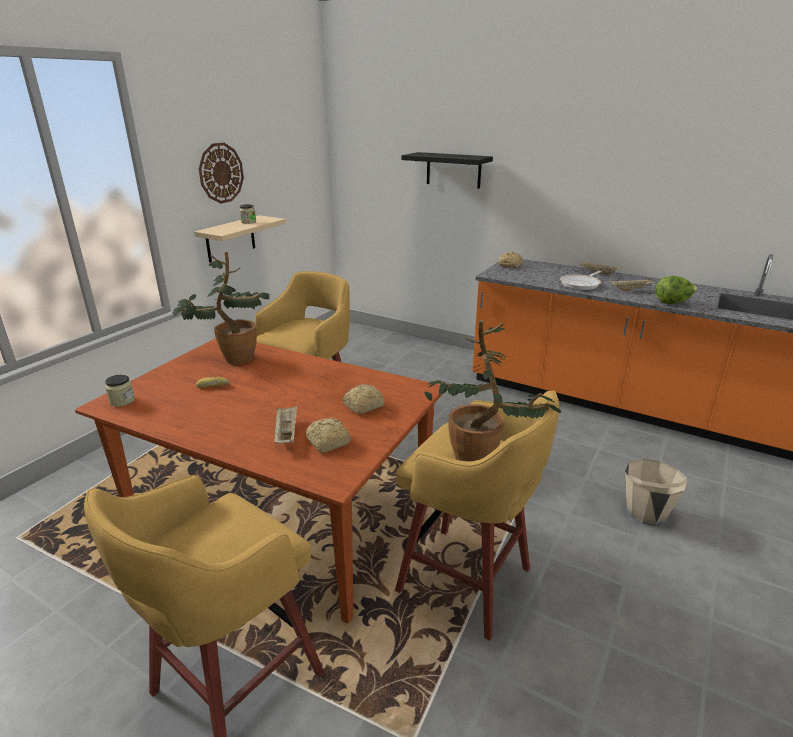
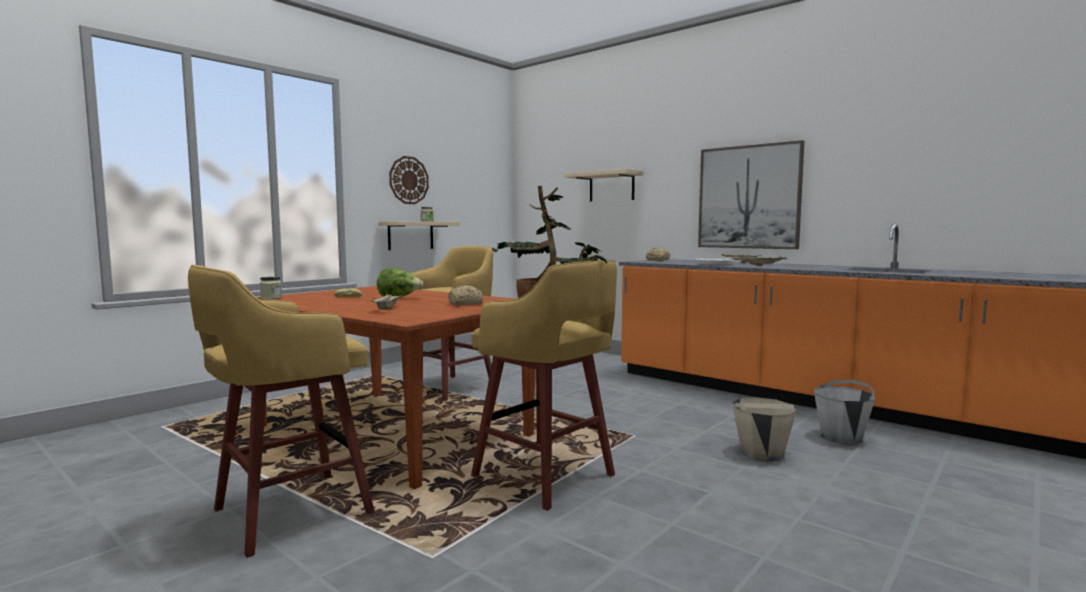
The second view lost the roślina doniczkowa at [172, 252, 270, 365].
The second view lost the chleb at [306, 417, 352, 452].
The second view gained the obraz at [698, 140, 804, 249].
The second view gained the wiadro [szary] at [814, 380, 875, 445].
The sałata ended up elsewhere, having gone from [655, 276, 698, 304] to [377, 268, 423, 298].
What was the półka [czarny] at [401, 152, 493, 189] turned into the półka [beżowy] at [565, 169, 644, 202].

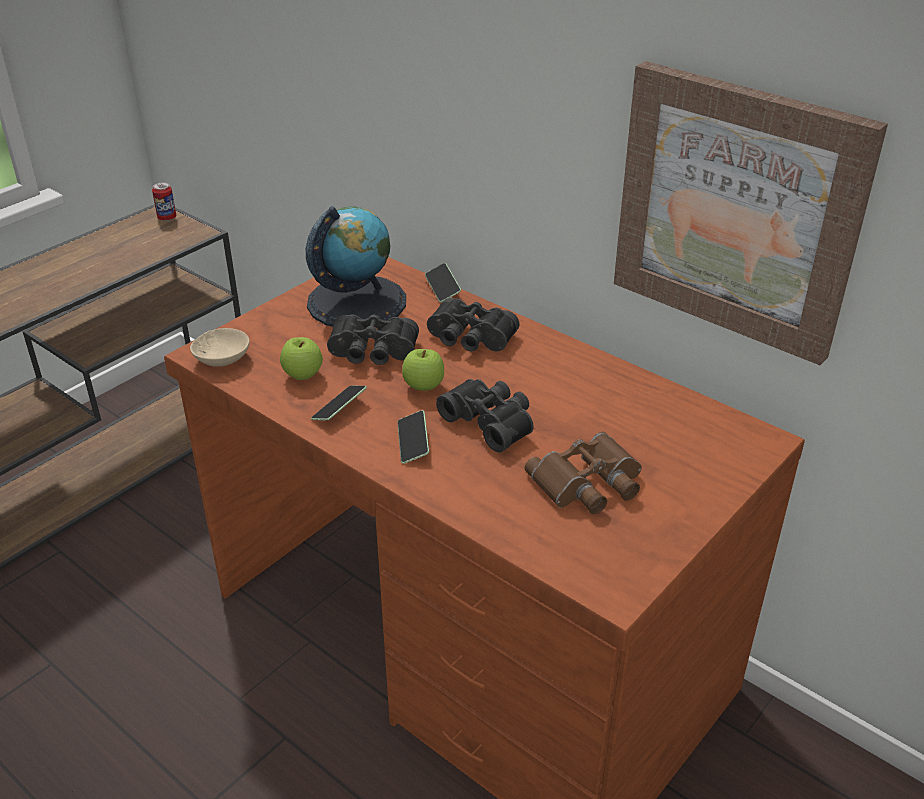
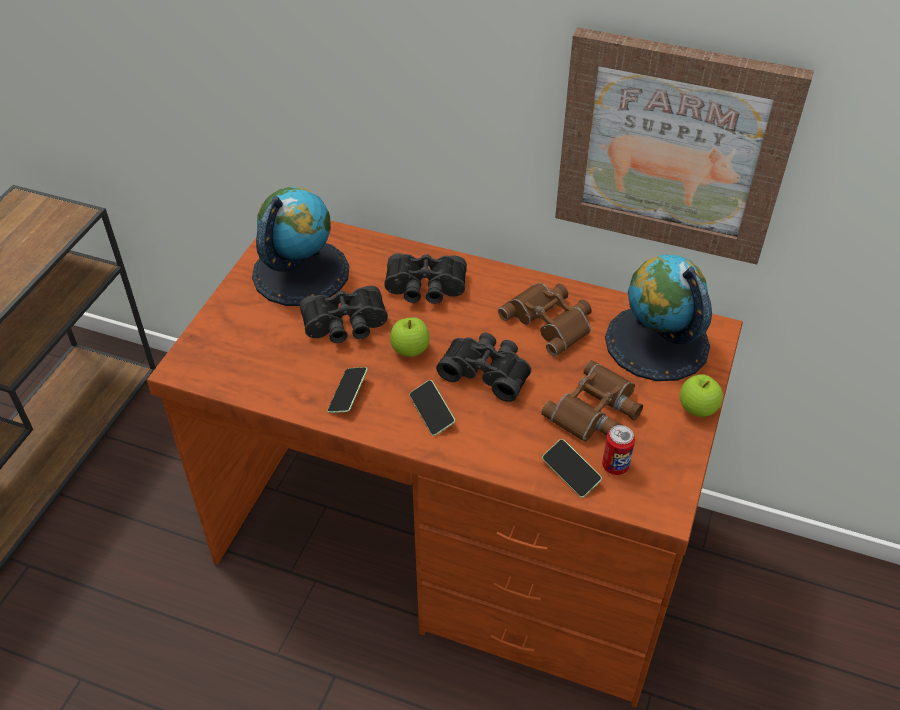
The second view lost the miska [beżowy] at [190, 328, 250, 367].
The second view gained the lornetka [brązowy] at [498, 283, 592, 357].
The second view gained the globus at [605, 255, 712, 381].
The puszka ended up elsewhere, having gone from [152, 182, 176, 221] to [602, 425, 635, 475].
The jabłko ended up elsewhere, having gone from [280, 337, 323, 380] to [680, 374, 723, 417].
The telefon ended up elsewhere, having gone from [425, 263, 461, 303] to [542, 439, 602, 498].

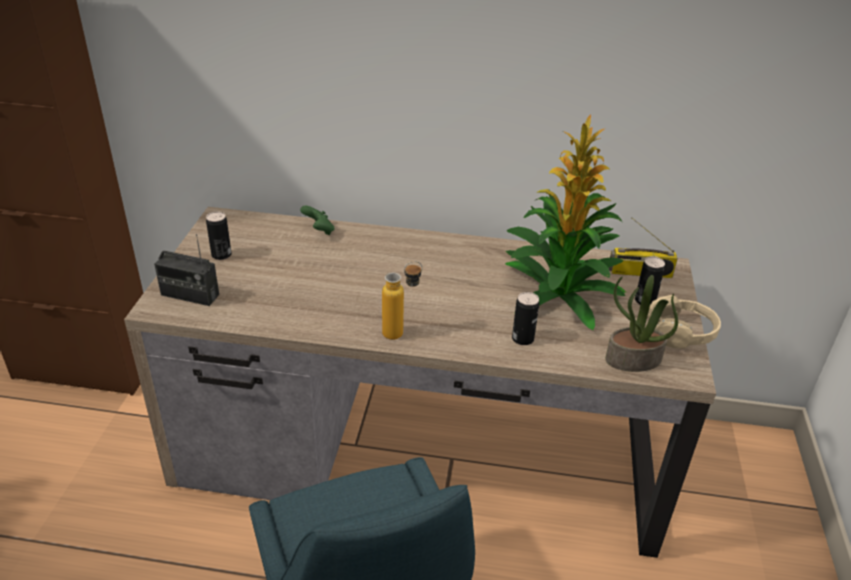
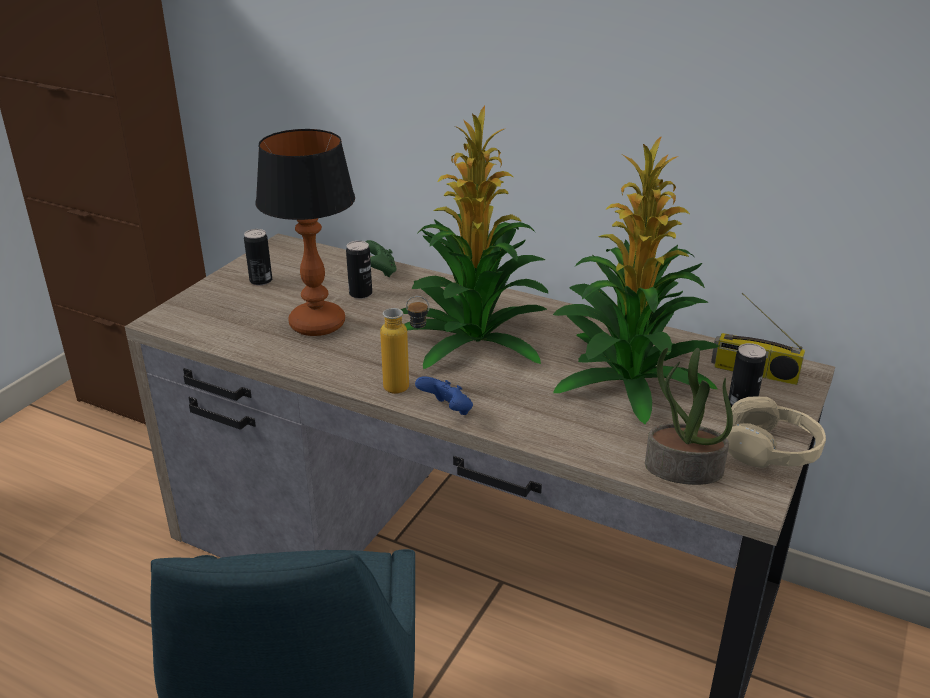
The second view lost the radio at [154, 234, 219, 306].
The second view gained the lampa stołowa at [256, 129, 355, 336].
The second view gained the roślina doniczkowa at [401, 106, 549, 369].
The second view gained the pad do gier [niebieski] at [415, 376, 473, 415].
The puszka ended up elsewhere, having gone from [512, 292, 539, 345] to [346, 241, 372, 299].

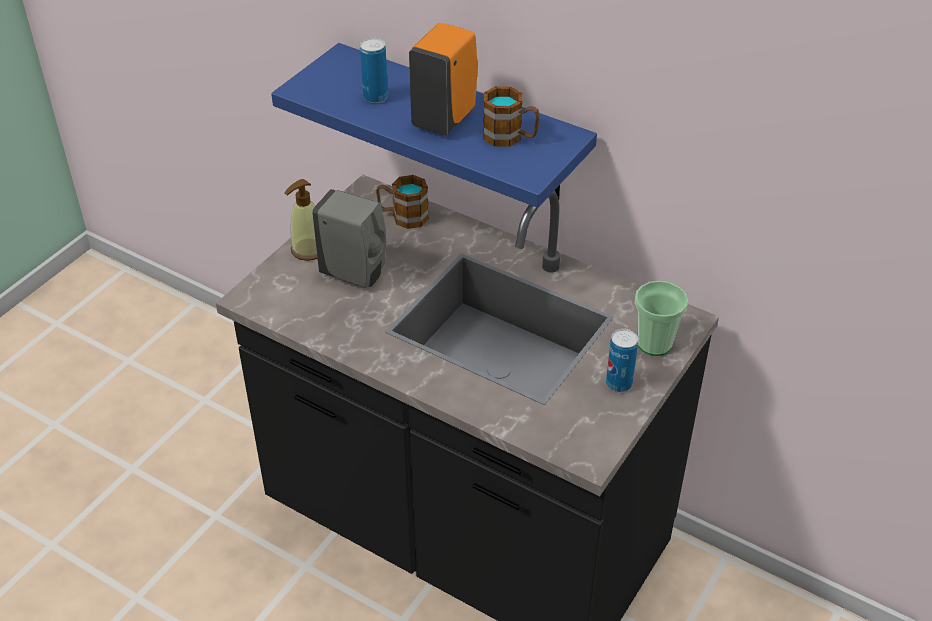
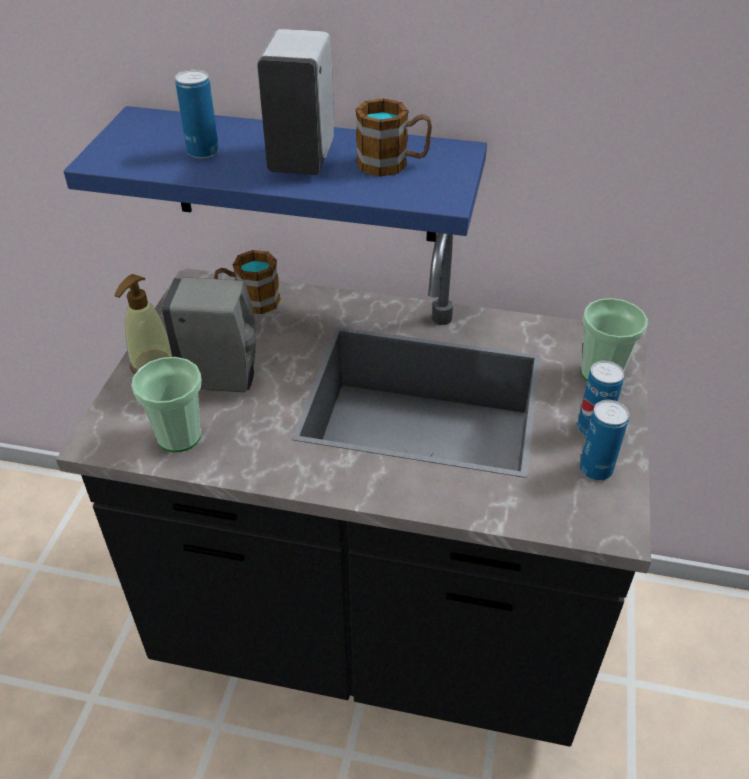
The second view gained the filiżanka at [132, 357, 201, 452].
The second view gained the puszka at [579, 400, 629, 481].
What was the dozownik mydła [pomarańczowy] at [409, 23, 477, 136] turned into the dozownik mydła [biały] at [257, 29, 334, 175].

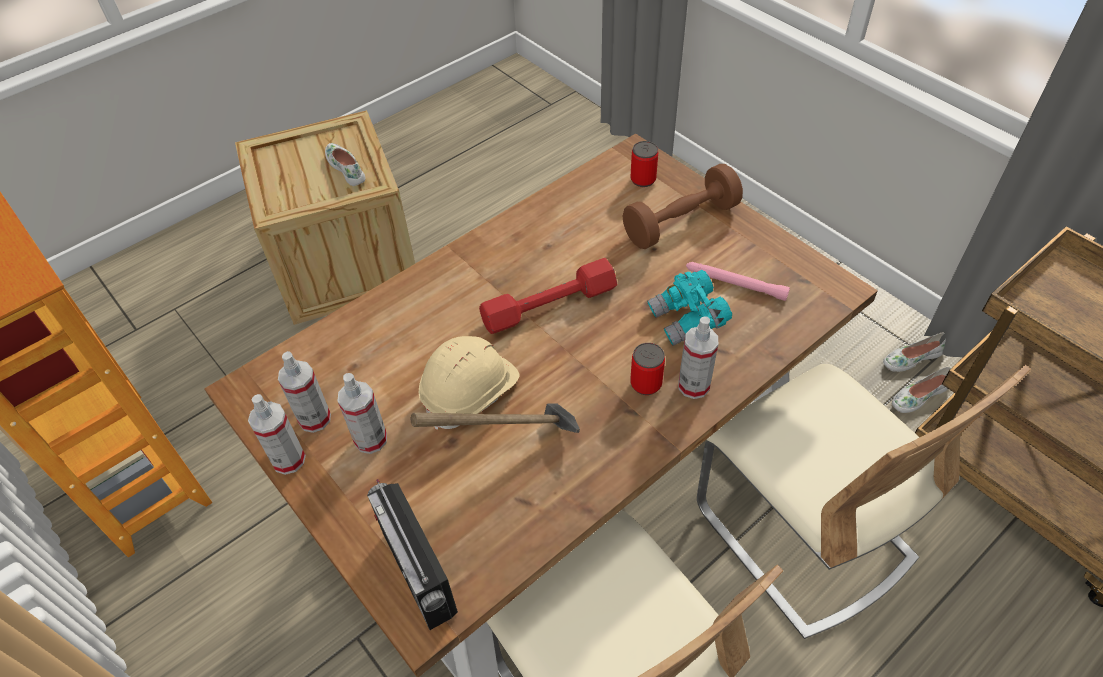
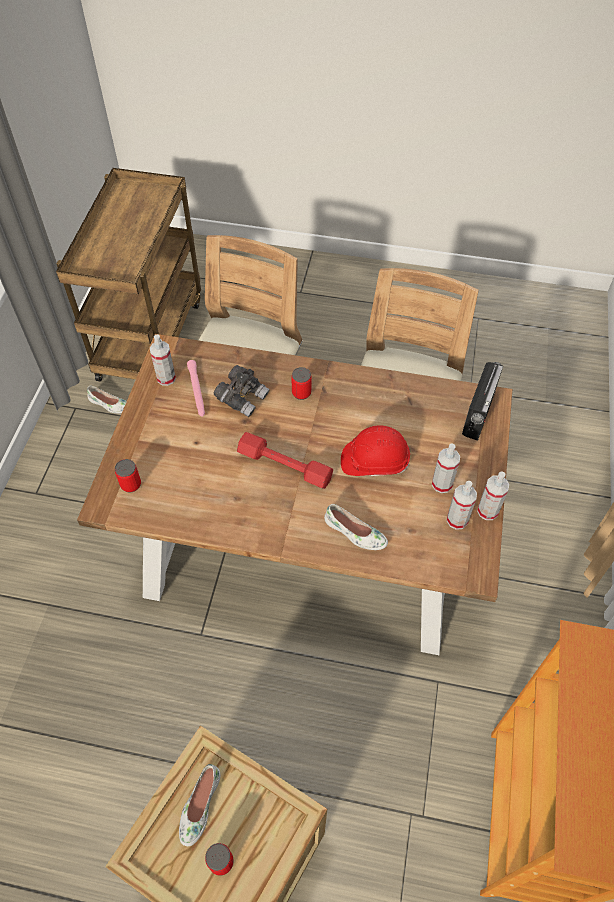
The second view lost the młotek at [411, 404, 580, 433].
The second view lost the hantel [brązowy] at [623, 164, 743, 249].
The second view gained the puszka at [205, 843, 233, 876].
The spryskiwacz ended up elsewhere, having gone from [679, 316, 718, 399] to [150, 335, 176, 386].
The but [biały] ended up elsewhere, having gone from [883, 333, 946, 372] to [324, 504, 388, 550].
What was the kask [beżowy] at [418, 336, 519, 430] turned into the kask [czerwony] at [341, 425, 410, 476].
What was the lornetka [turkusowy] at [647, 270, 732, 346] turned into the lornetka [szary] at [214, 365, 270, 417].

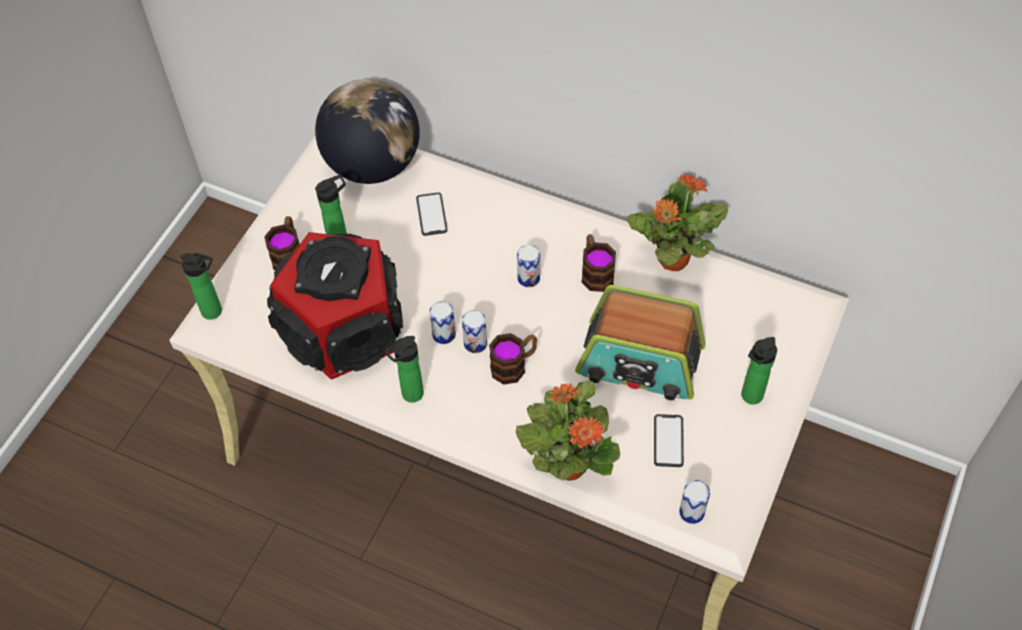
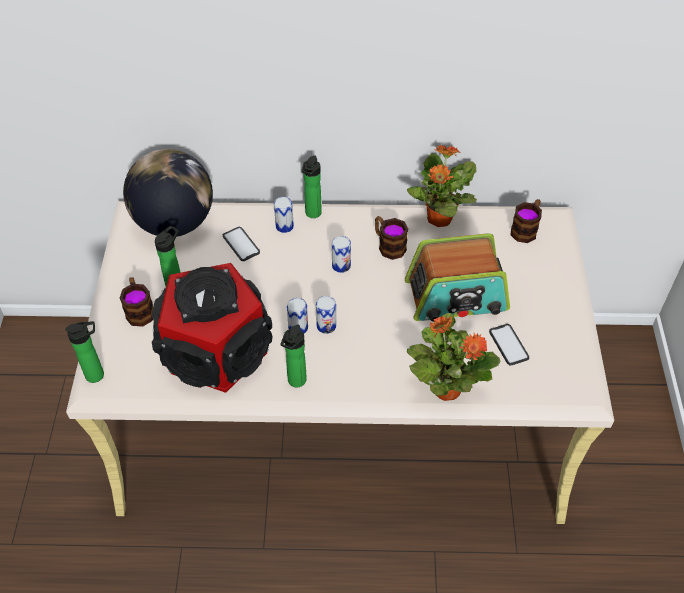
The kubek ended up elsewhere, having gone from [489, 333, 537, 385] to [510, 199, 542, 243].
The puszka ended up elsewhere, having gone from [679, 480, 710, 524] to [274, 197, 294, 233].
The butelka ended up elsewhere, having gone from [741, 337, 777, 404] to [301, 155, 322, 218].

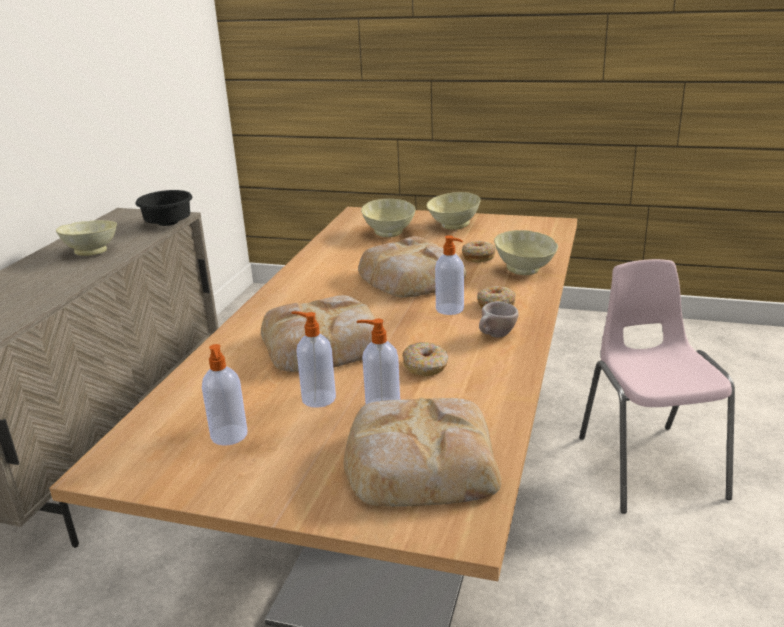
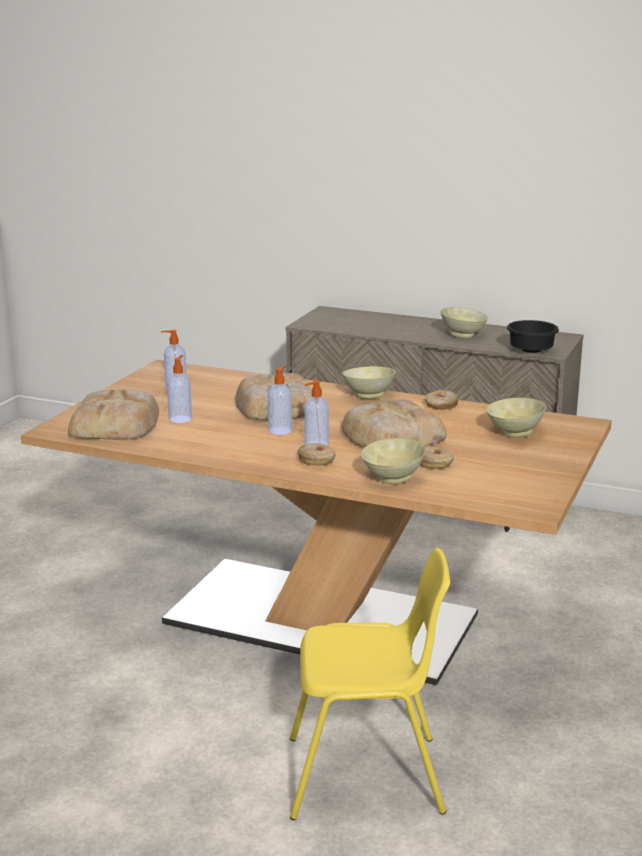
The second view lost the filiżanka [beżowy] at [479, 301, 519, 337].
The dozownik mydła ended up elsewhere, having gone from [291, 311, 336, 408] to [268, 366, 292, 435].
The donut ended up elsewhere, having gone from [402, 342, 448, 376] to [425, 390, 459, 409].
The miska [beżowy] ended up elsewhere, having gone from [426, 192, 481, 230] to [342, 366, 396, 399].
What was the krzesło [różowy] at [579, 259, 735, 514] turned into the krzesło [żółty] at [290, 548, 450, 820].

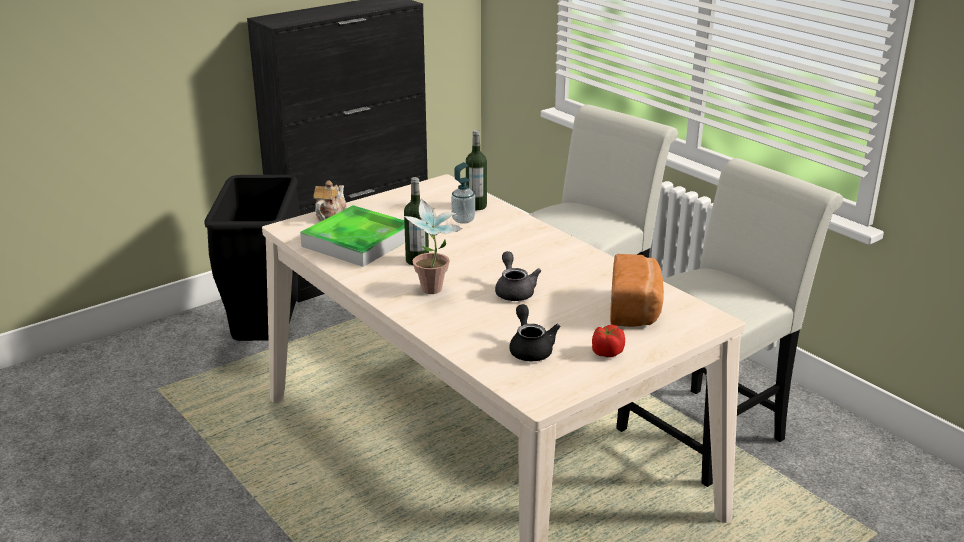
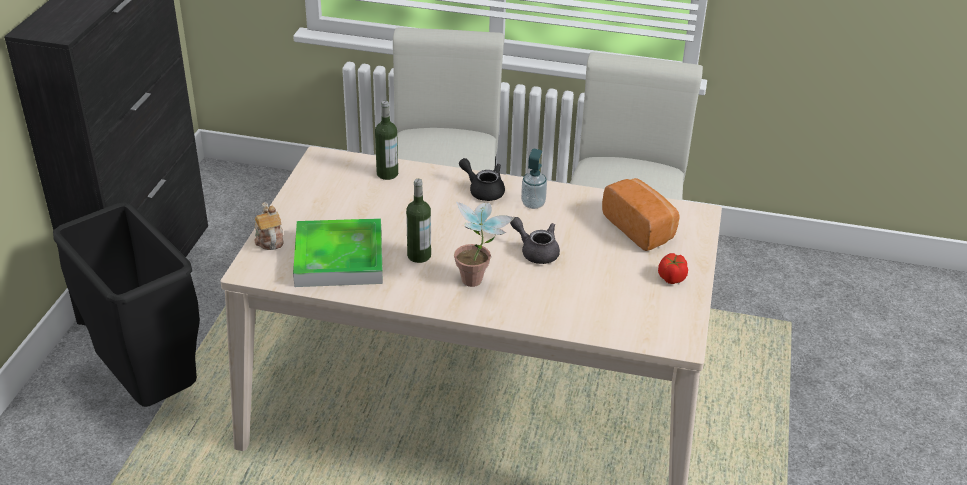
The dozownik mydła ended up elsewhere, having gone from [451, 162, 475, 224] to [521, 149, 547, 209].
The imbryk [czarny] ended up elsewhere, having gone from [509, 304, 560, 361] to [459, 158, 505, 201].

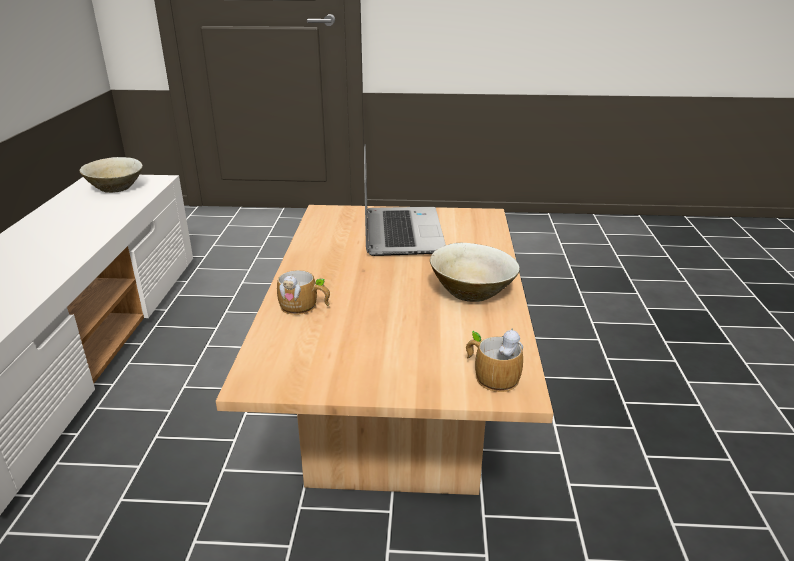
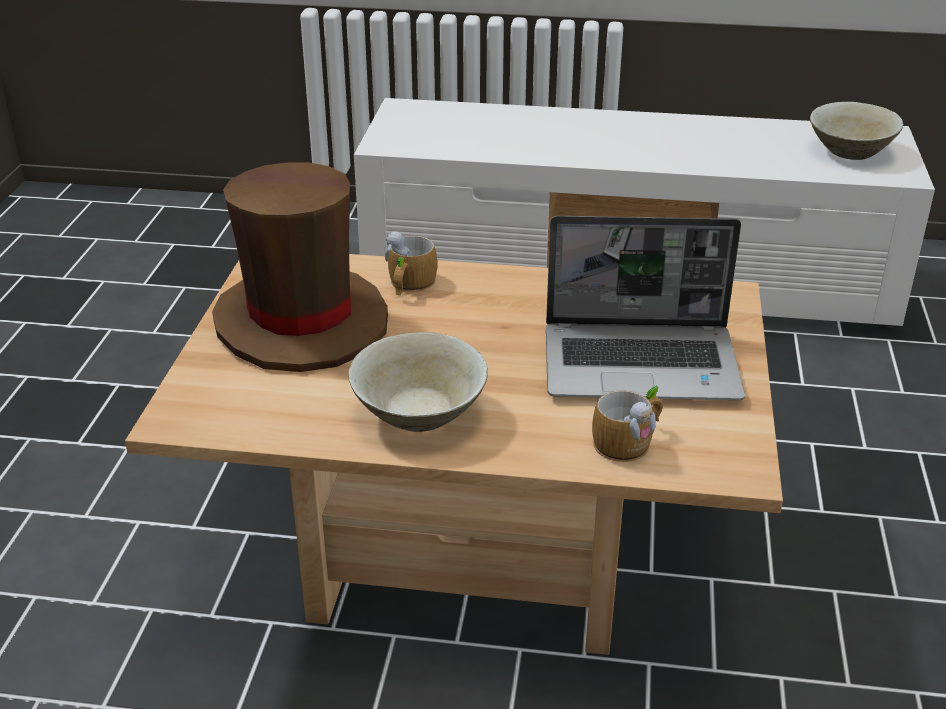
The second view gained the kapelusz [brązowy] at [212, 162, 388, 372].
The kubek ended up elsewhere, having gone from [466, 328, 523, 392] to [592, 386, 663, 462].

